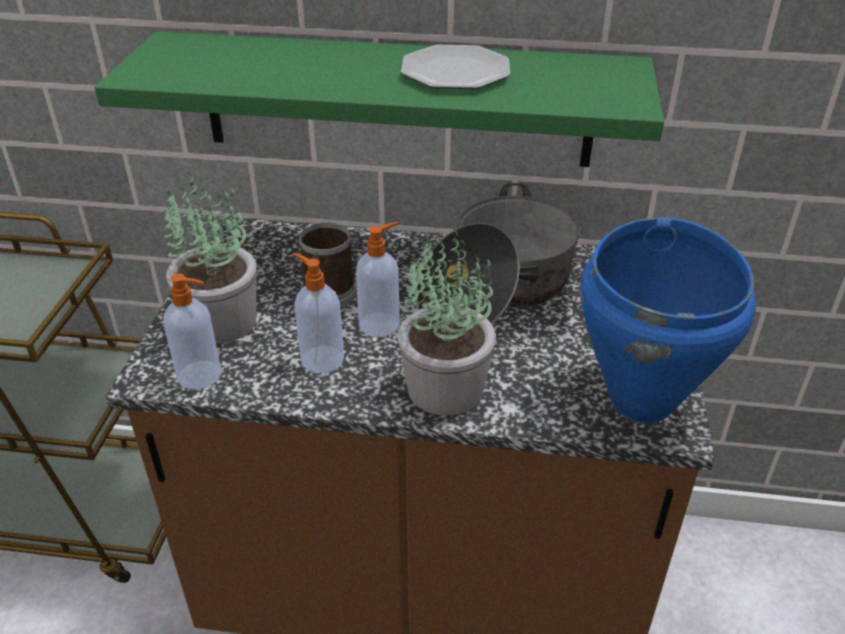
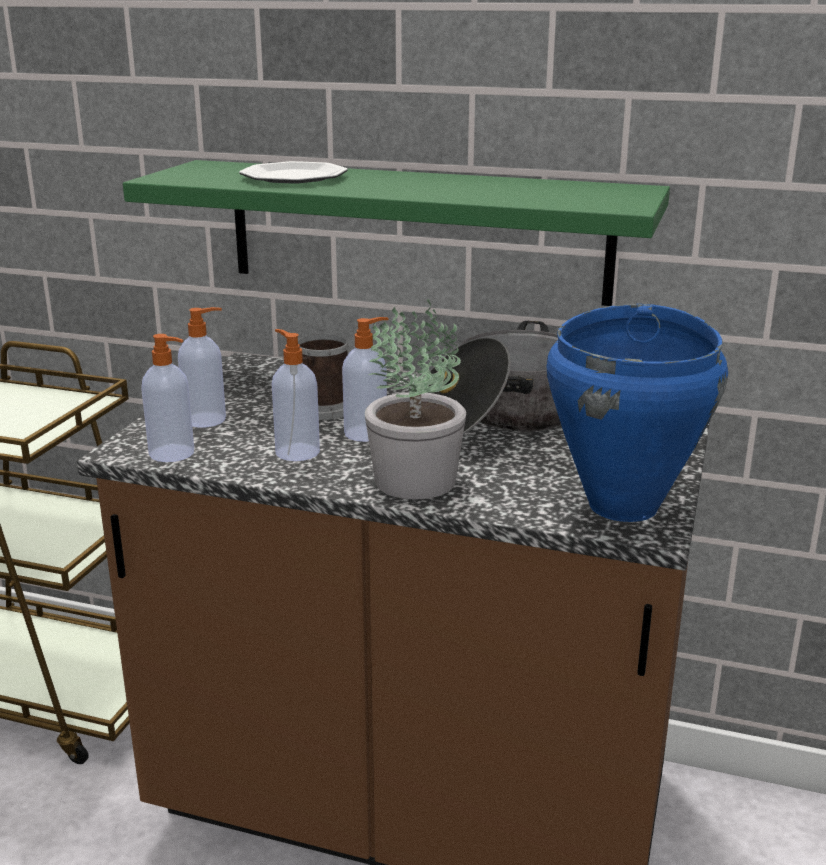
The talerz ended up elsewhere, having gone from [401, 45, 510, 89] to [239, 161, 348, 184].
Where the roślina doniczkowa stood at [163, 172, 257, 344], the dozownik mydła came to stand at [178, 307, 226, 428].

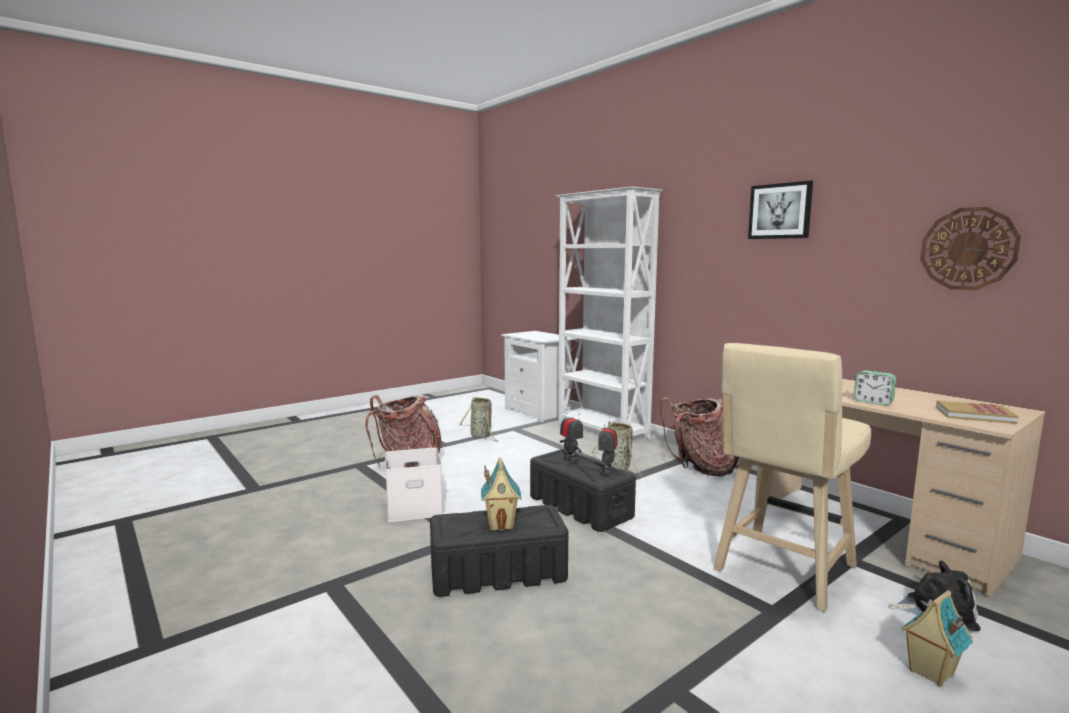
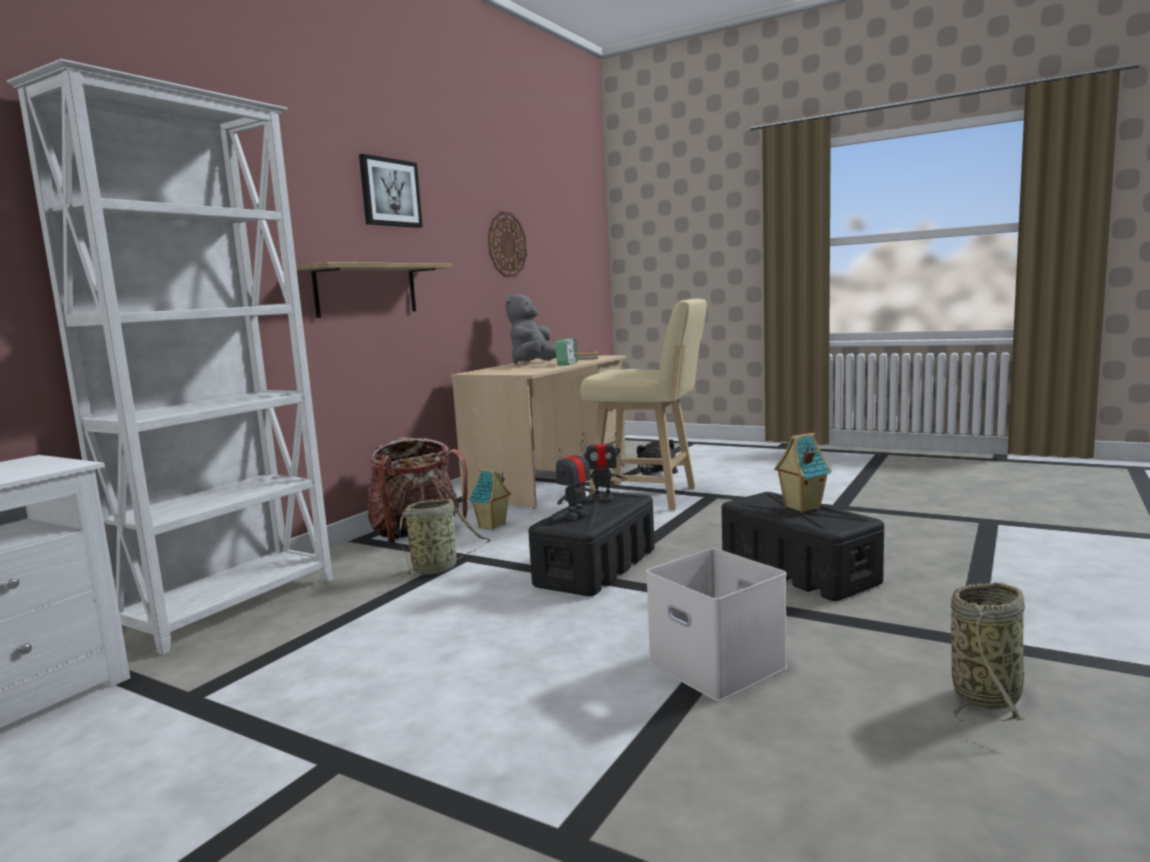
The second view lost the plecak at [365, 395, 441, 467].
The second view gained the półka at [296, 262, 452, 318].
The second view gained the pluszak [szary] at [505, 293, 556, 364].
The koszyk ended up elsewhere, having gone from [459, 397, 497, 442] to [951, 582, 1025, 723].
The domek ended up elsewhere, having gone from [901, 590, 973, 687] to [468, 468, 511, 530].

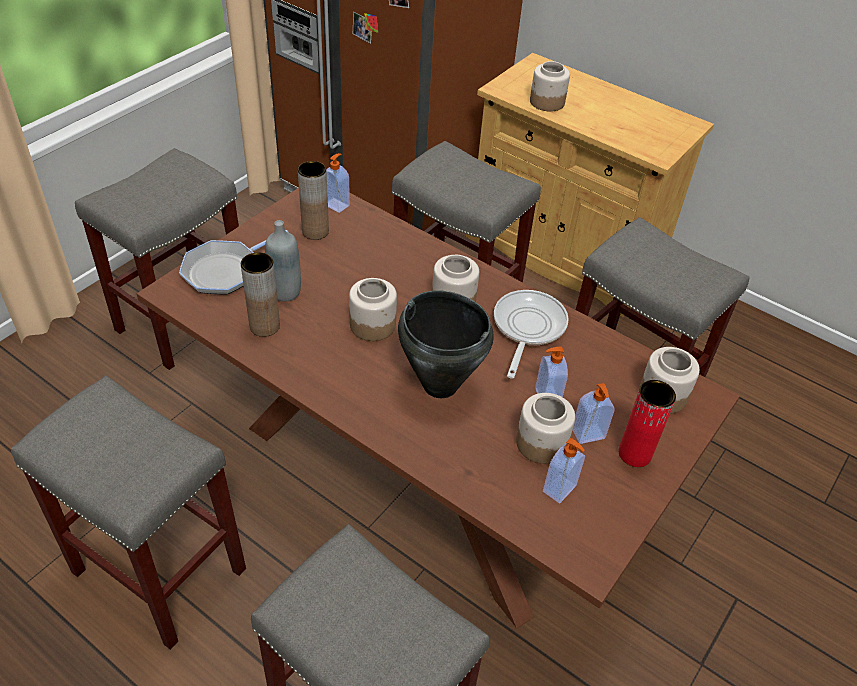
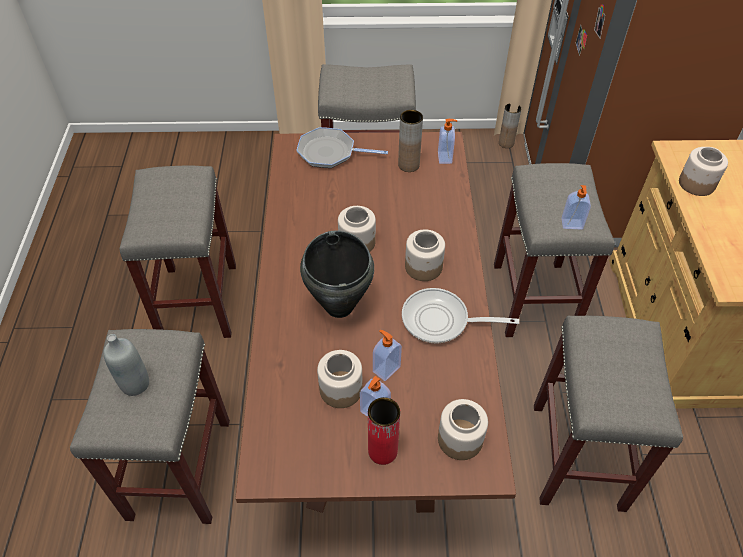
The wazon [brązowy] ended up elsewhere, having gone from [241, 252, 280, 337] to [499, 103, 521, 148].
The butelka [szary] ended up elsewhere, having gone from [265, 220, 301, 301] to [104, 334, 149, 396].
The dozownik mydła ended up elsewhere, having gone from [543, 438, 585, 504] to [561, 185, 591, 229].
The patelnia at [494, 290, 569, 379] ended up facing another way, 150 degrees counterclockwise from before.

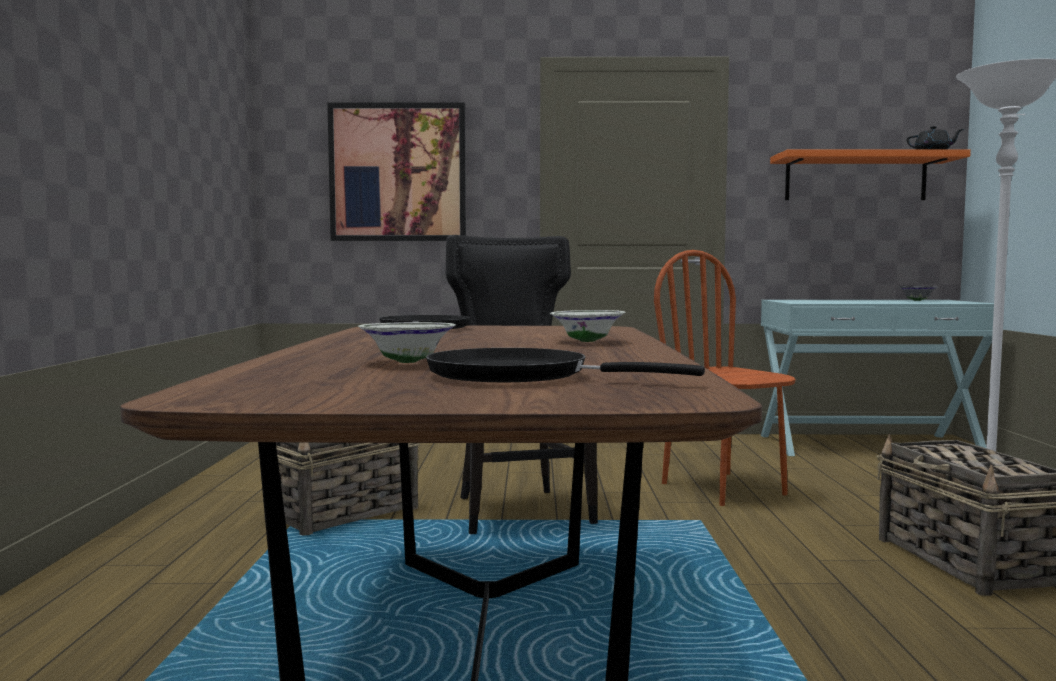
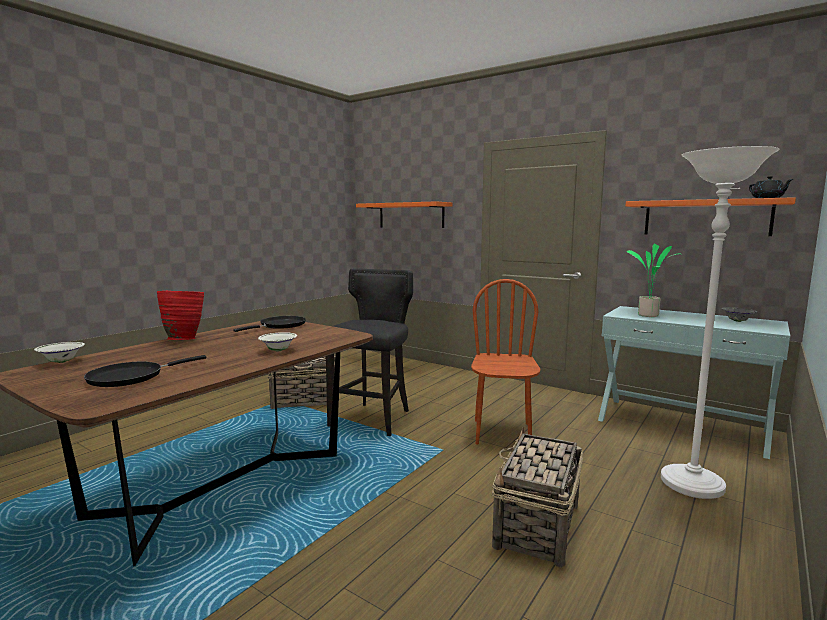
The second view gained the wazon [czerwony] at [157, 291, 204, 340].
The second view gained the roślina doniczkowa at [627, 244, 676, 317].
The miska [biały] ended up elsewhere, having gone from [358, 322, 456, 363] to [34, 342, 85, 363].
Where the obraz hung at [327, 102, 466, 241], the półka [pomarańczowy] came to hang at [356, 201, 452, 228].
The patelnia [czarny] at [426, 348, 705, 382] ended up facing another way, 105 degrees counterclockwise from before.

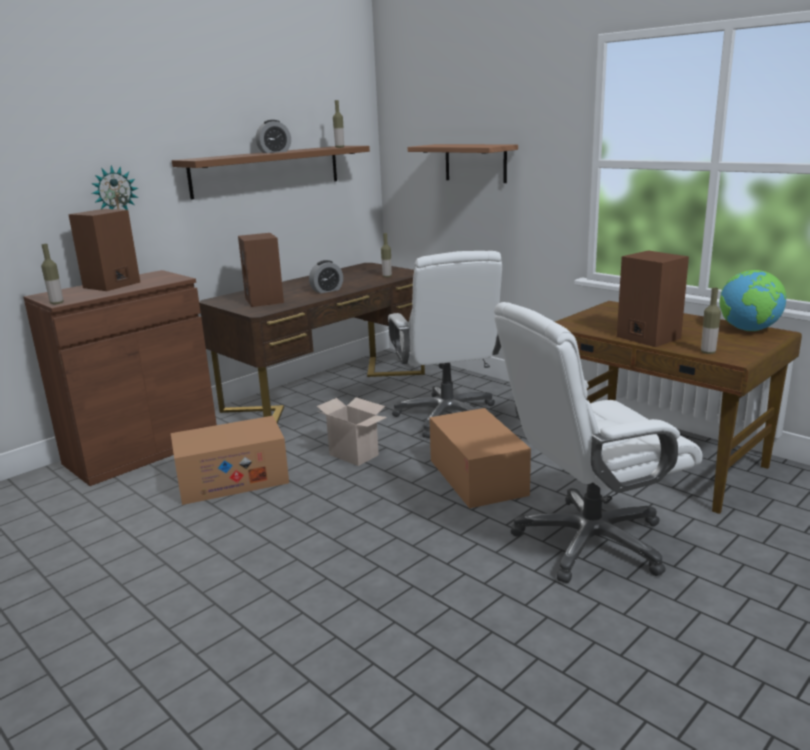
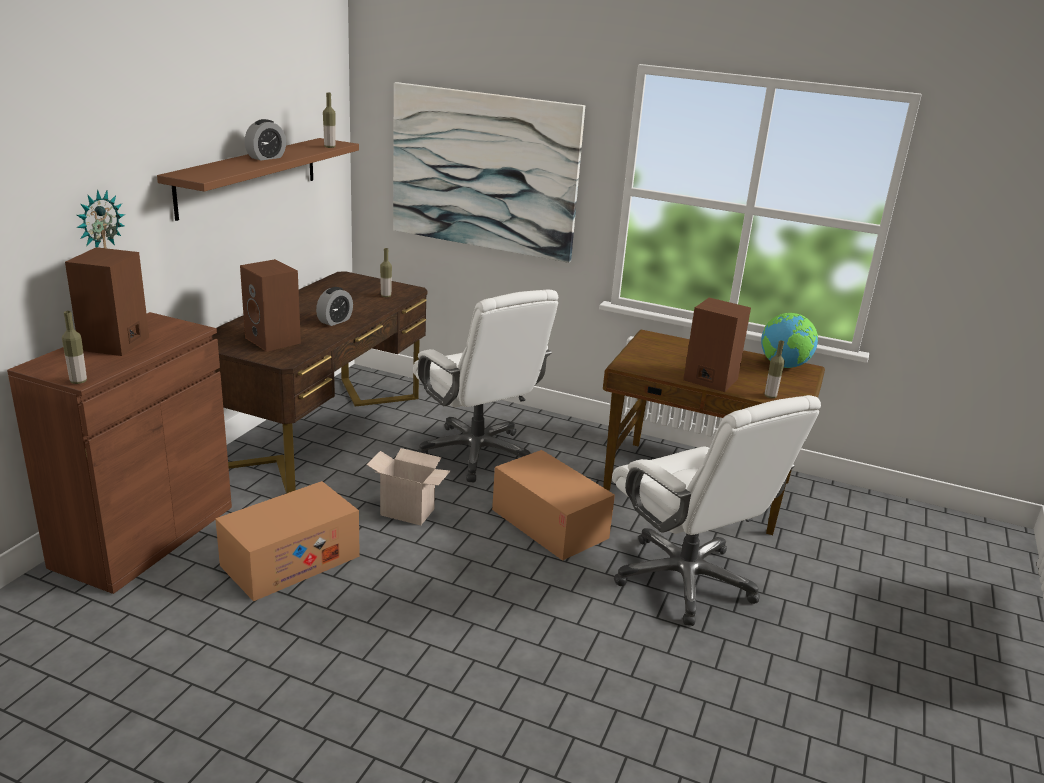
Where the półka hung at [408, 144, 518, 183], the obraz came to hang at [393, 82, 585, 263].
The krzesło biurowe [biały] at [494, 302, 703, 583] ended up facing another way, 75 degrees counterclockwise from before.

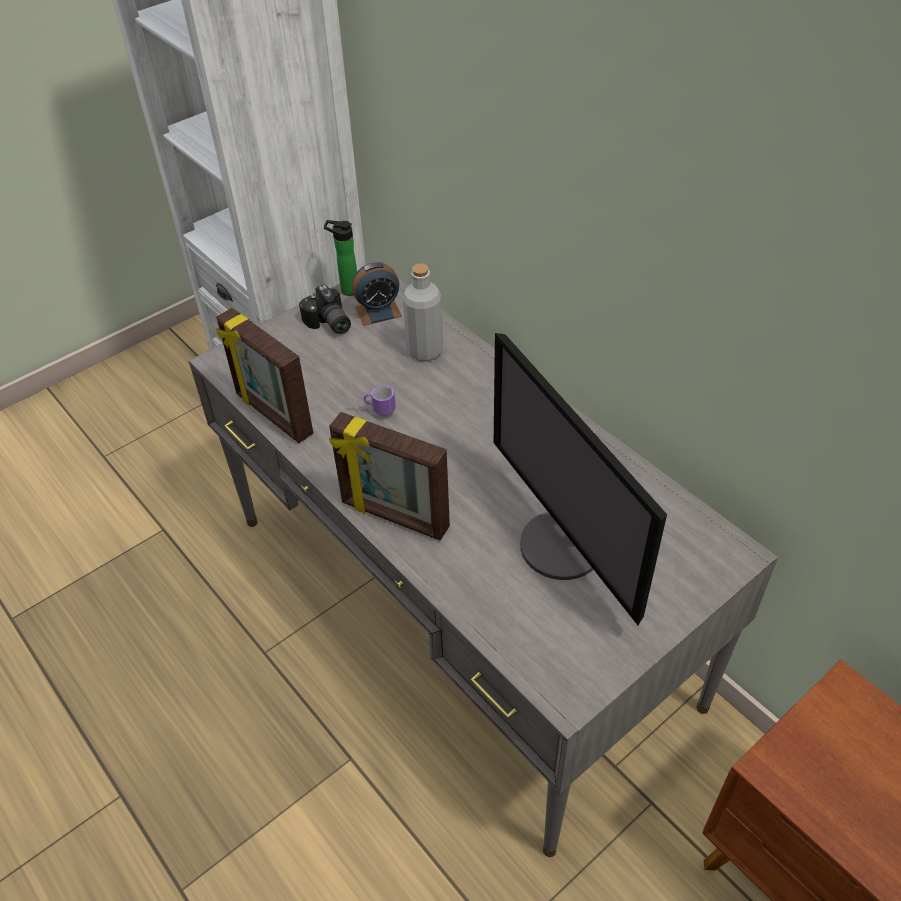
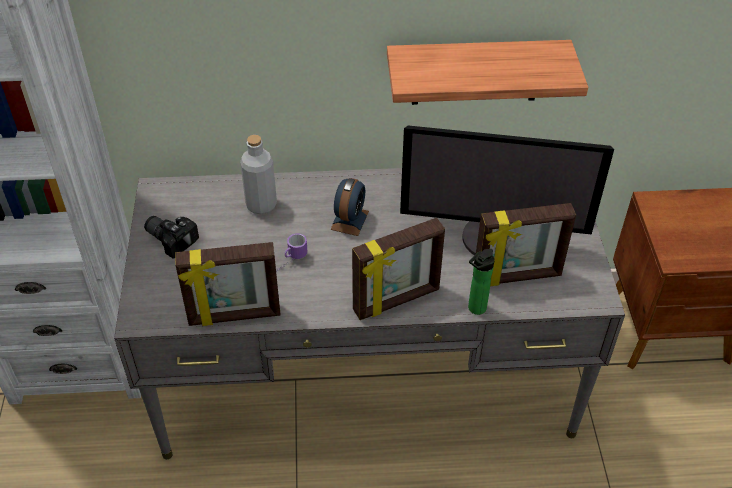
The second view gained the półka at [387, 40, 588, 105].
The second view gained the ramka na zdjęcie at [476, 203, 576, 286].
The butelka ended up elsewhere, having gone from [324, 220, 357, 296] to [468, 249, 495, 315].
The budzik ended up elsewhere, having gone from [352, 262, 402, 326] to [330, 178, 369, 236].
The aparat fotograficzny at [299, 284, 351, 334] ended up facing another way, 150 degrees counterclockwise from before.

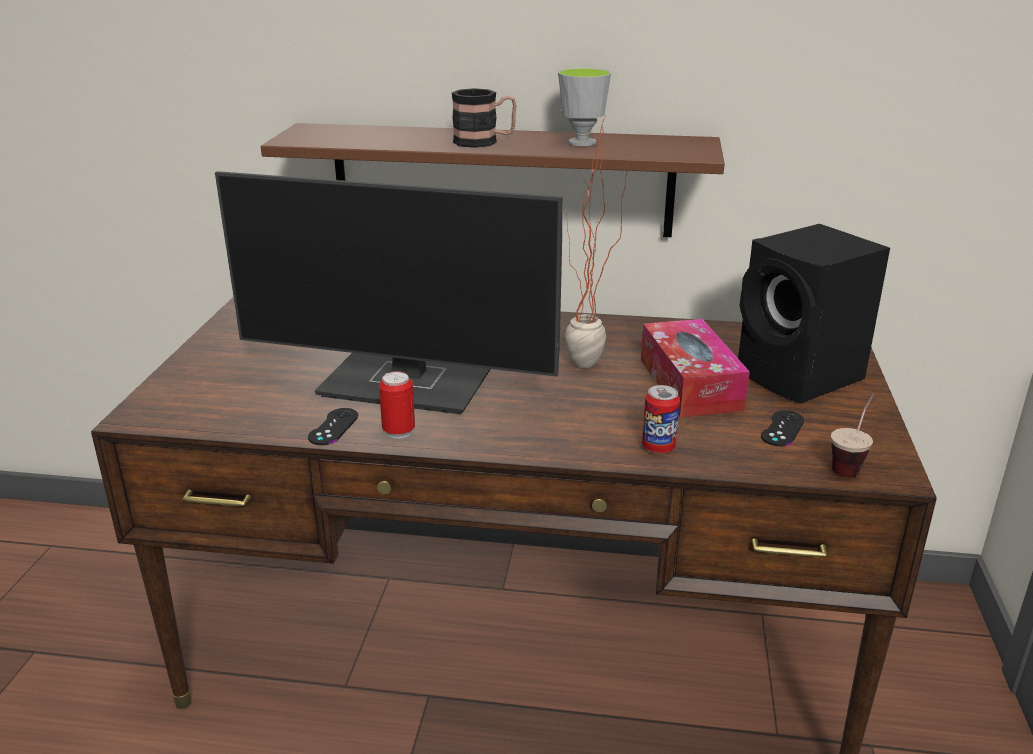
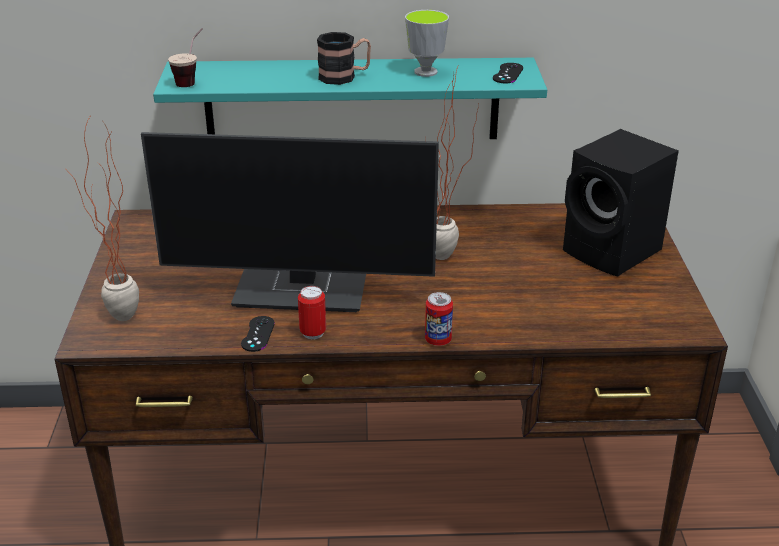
The second view lost the pudełko chusteczek at [641, 319, 750, 417].
The second view gained the roślina doniczkowa at [68, 115, 139, 321].
The puszka ended up elsewhere, having gone from [642, 385, 680, 454] to [425, 292, 453, 346].
The pad do gier [czarny] ended up elsewhere, having gone from [761, 411, 804, 447] to [493, 63, 523, 83].
The filiżanka ended up elsewhere, having gone from [831, 393, 875, 478] to [168, 28, 203, 87].
What was the półka [brązowy] at [261, 123, 725, 237] turned into the półka [turkusowy] at [153, 58, 547, 139].

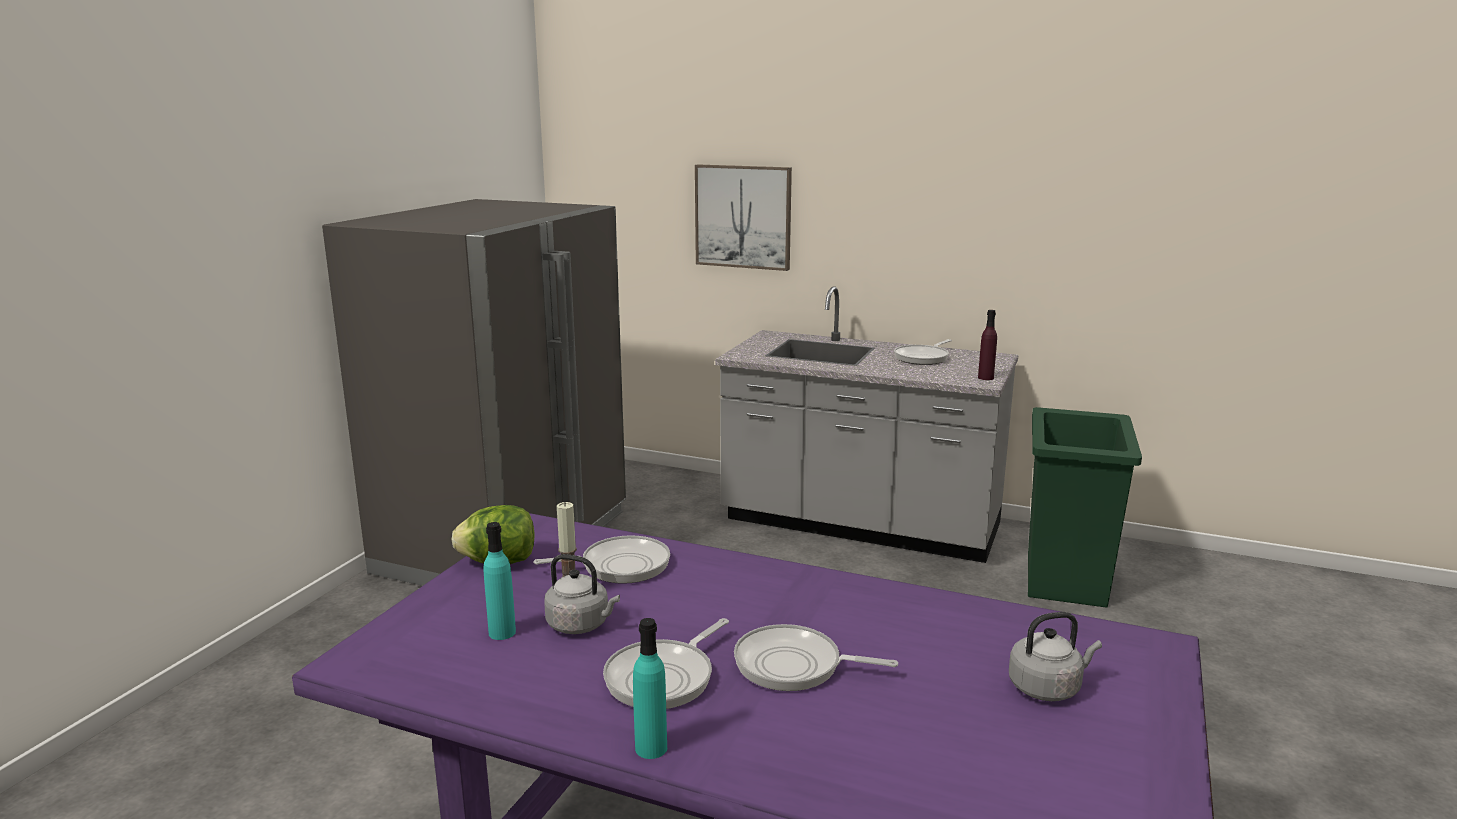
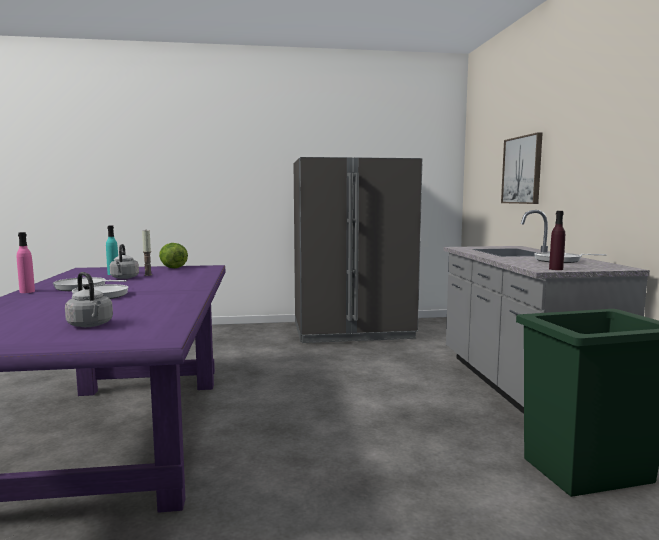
The second view lost the patelnia at [533, 535, 670, 584].
What was the butelka [turkusowy] at [633, 618, 667, 759] turned into the butelka [różowy] at [17, 232, 35, 293].

